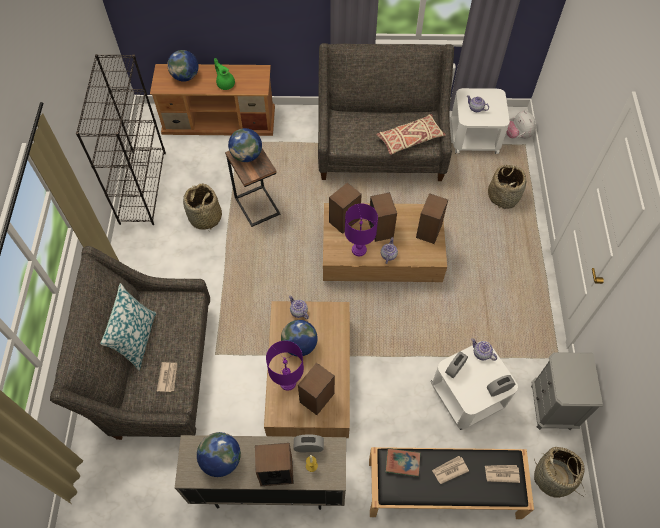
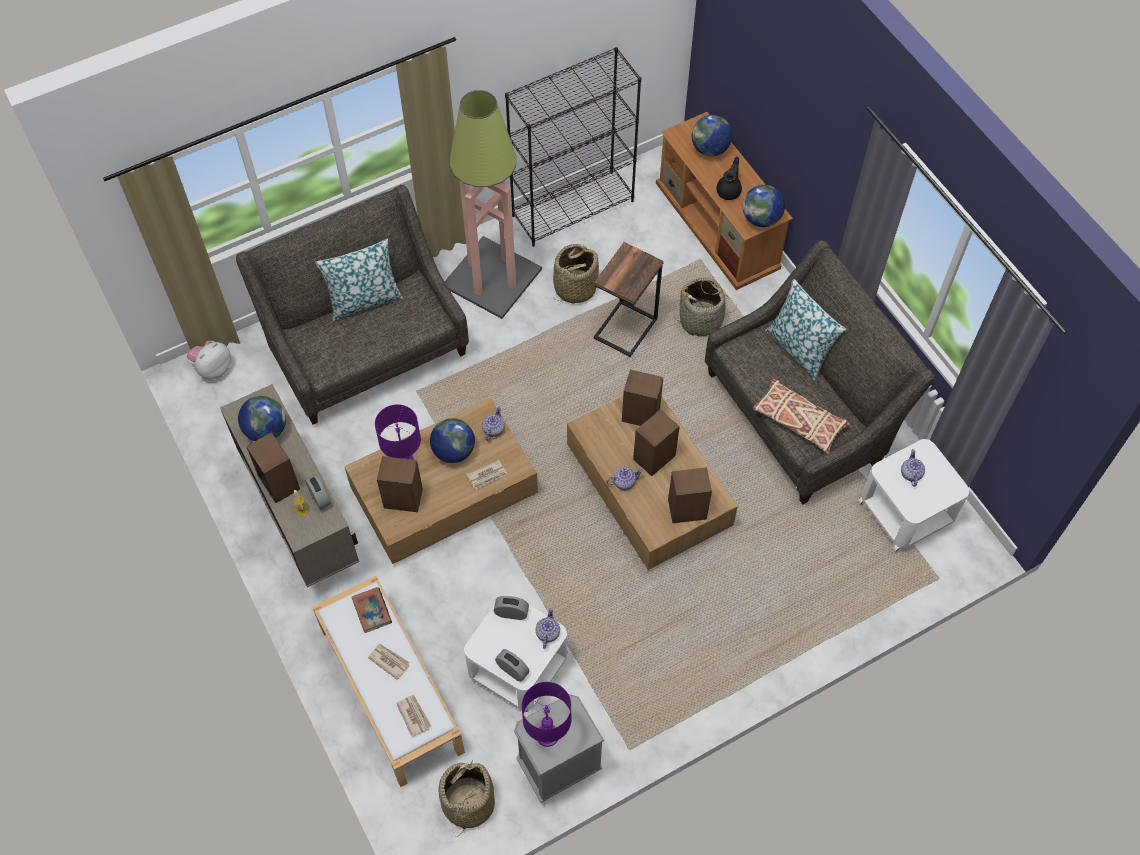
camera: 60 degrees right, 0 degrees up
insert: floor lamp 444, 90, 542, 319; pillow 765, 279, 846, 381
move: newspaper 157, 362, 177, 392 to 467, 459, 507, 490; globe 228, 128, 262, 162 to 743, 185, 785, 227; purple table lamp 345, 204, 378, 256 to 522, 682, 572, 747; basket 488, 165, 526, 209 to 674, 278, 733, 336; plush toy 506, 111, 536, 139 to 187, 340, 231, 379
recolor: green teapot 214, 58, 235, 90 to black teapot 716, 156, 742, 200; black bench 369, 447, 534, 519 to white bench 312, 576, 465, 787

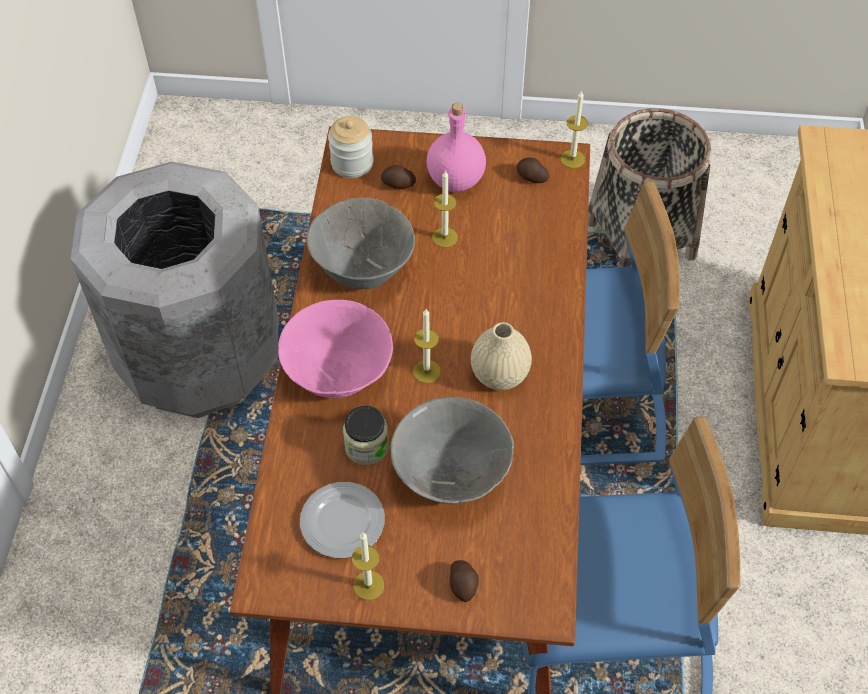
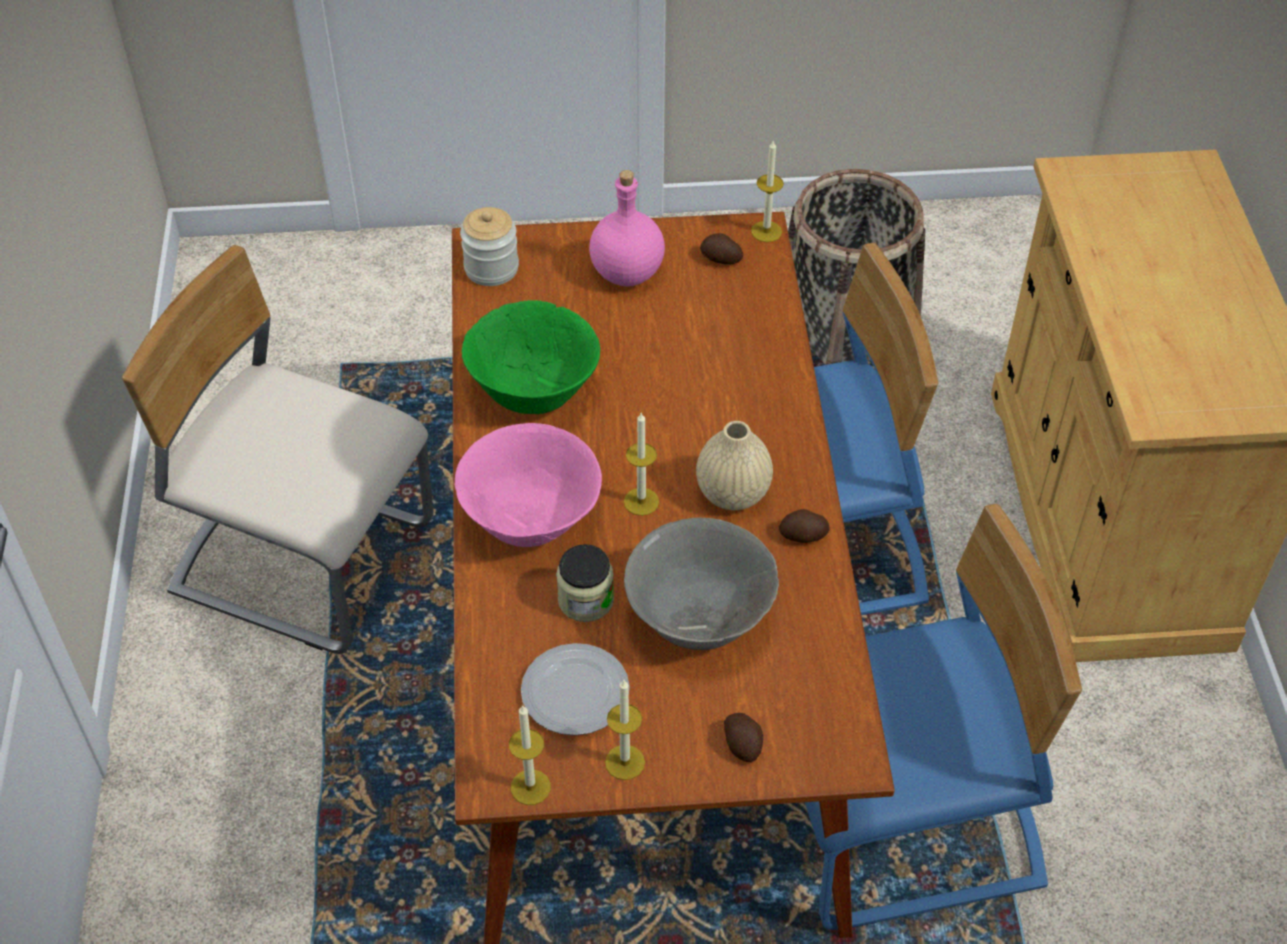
camera: 10 degrees left, 5 degrees down
move: potato 381, 165, 416, 189 to 779, 509, 830, 543; candle 432, 170, 458, 248 to 509, 705, 551, 805
replace: grey trash can 71, 162, 278, 418 to beige chair 122, 245, 434, 654
recolor: grey bowl 306, 198, 415, 289 to green bowl 462, 300, 600, 414

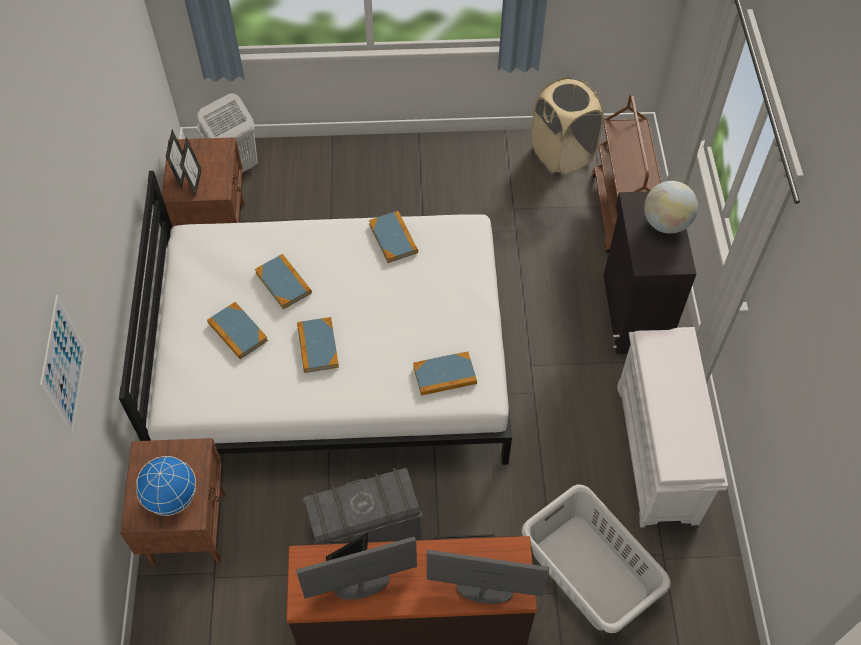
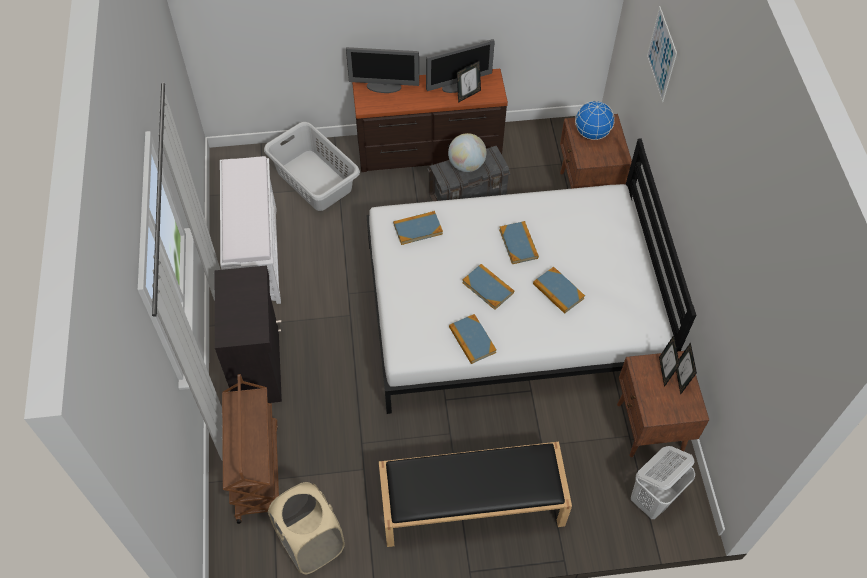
camera: 175 degrees right, 0 degrees up
insert: black bench 379, 442, 572, 547
move: book 207, 302, 268, 360 to 462, 264, 514, 310; globe 644, 181, 698, 234 to 448, 133, 487, 172

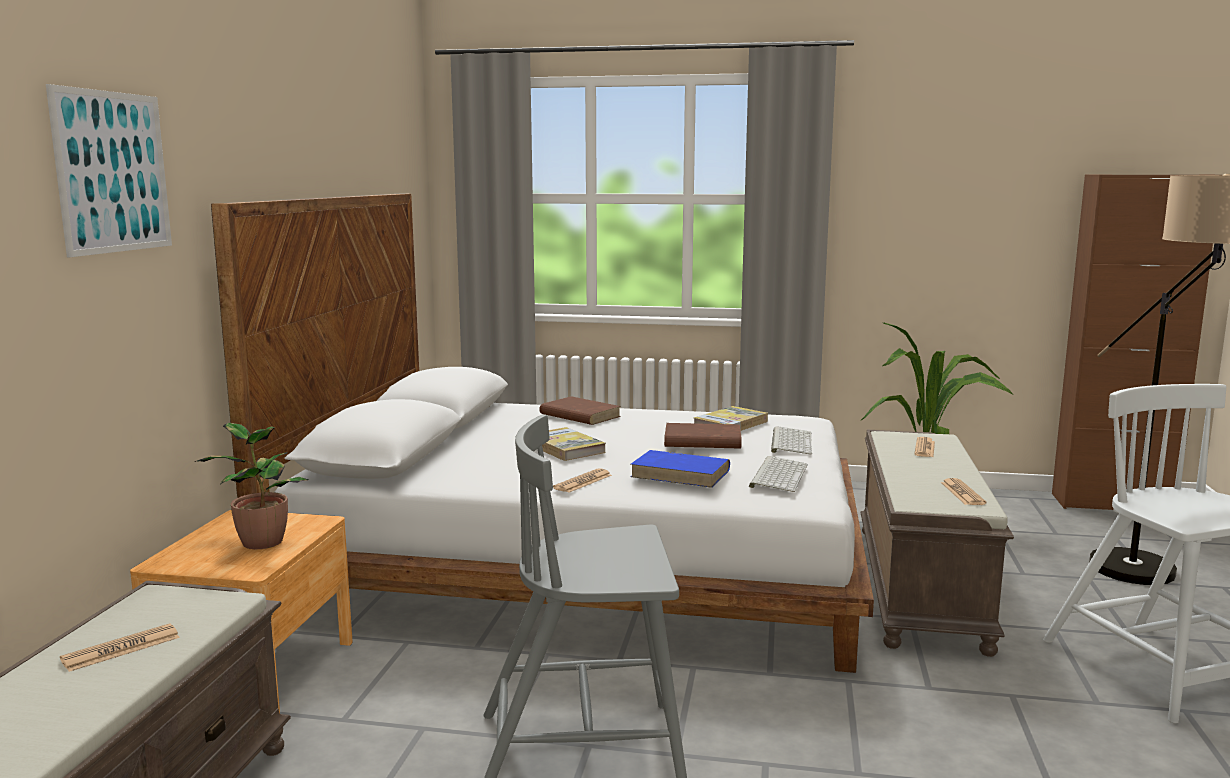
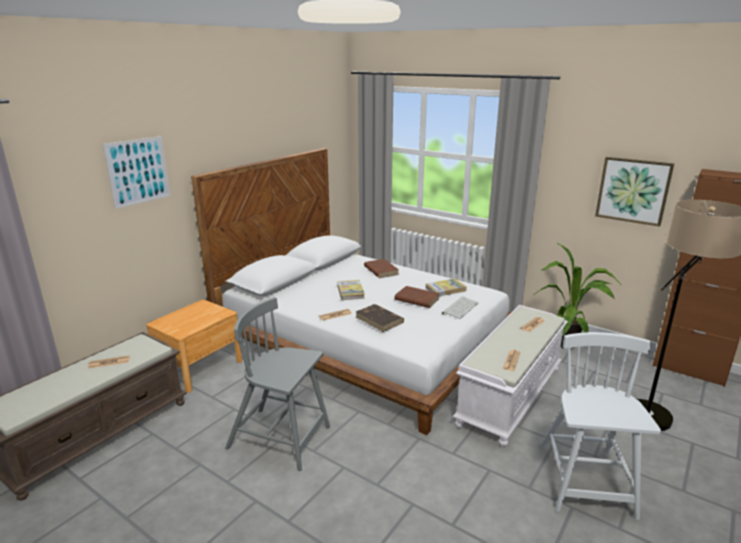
camera: 25 degrees right, 10 degrees up
delete: potted plant 195, 423, 309, 549; keyboard 749, 456, 808, 492
insert: picture 595, 157, 674, 227
recolor: blue book 630, 450, 730, 488 to brown book 356, 304, 404, 332; brown bench 860, 430, 1014, 657 to white bench 453, 305, 568, 446

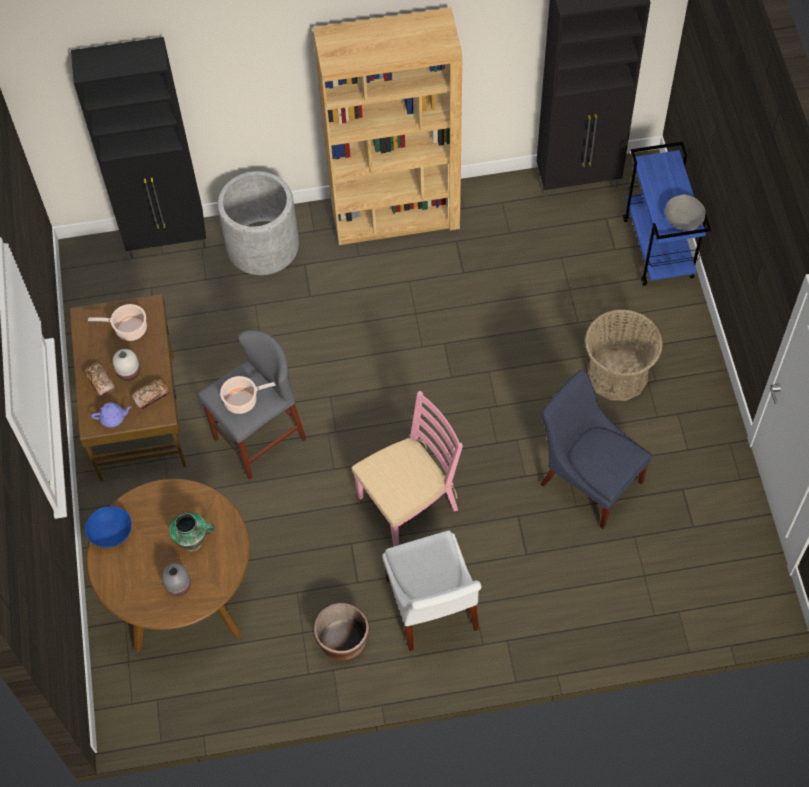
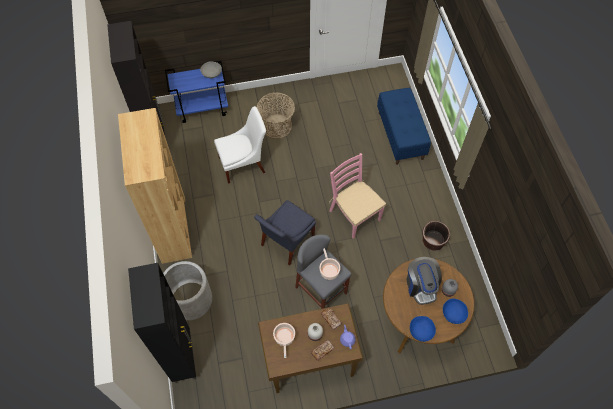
camera: 95 degrees left, 0 degrees up
insert: blue bench 377, 88, 431, 165; blue bowl 443, 299, 468, 324
move: white chair 382, 531, 482, 651 to 214, 106, 266, 184; blue chair 540, 370, 652, 529 to 254, 200, 316, 266
replace: vase 169, 512, 215, 551 to coffee machine 407, 257, 442, 305

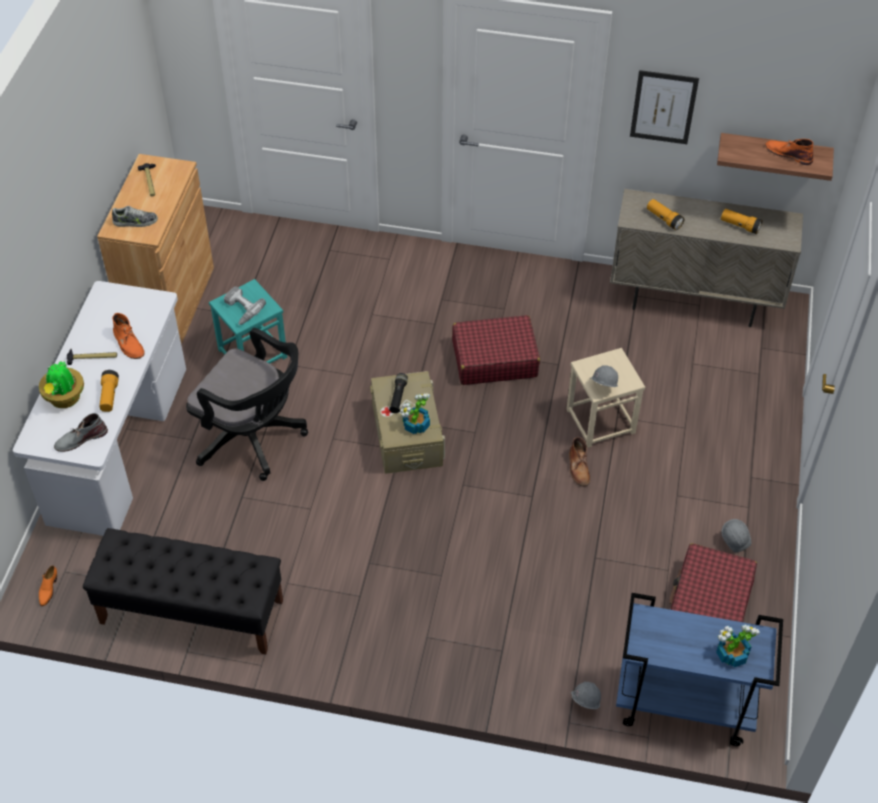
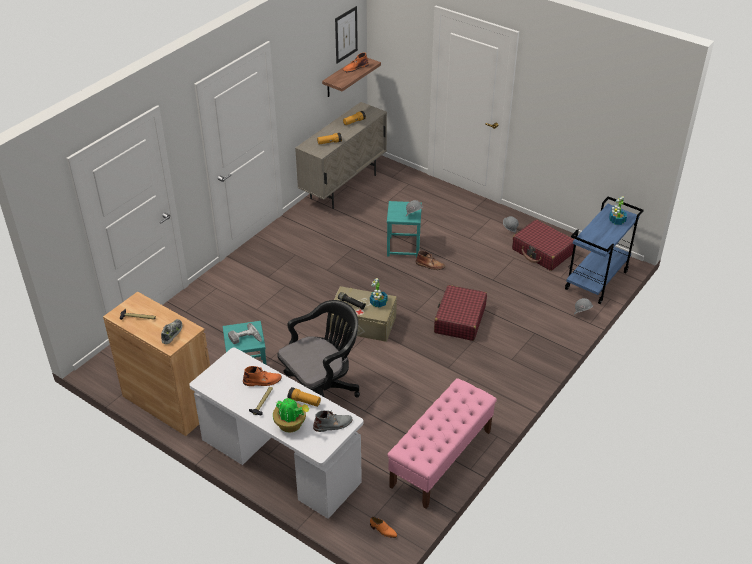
camera: 65 degrees left, 10 degrees down
move: red suitcase 452, 315, 540, 385 to 434, 285, 487, 341; picture 630, 70, 699, 144 to 335, 6, 358, 63
recolor: black bench 83, 528, 283, 655 to pink bench 387, 378, 497, 509; beige stool 566, 348, 645, 448 to turquoise stool 387, 201, 422, 258
rotate: grey boot 54, 413, 108, 452 = 313, 410, 353, 432 105 degrees counterclockwise

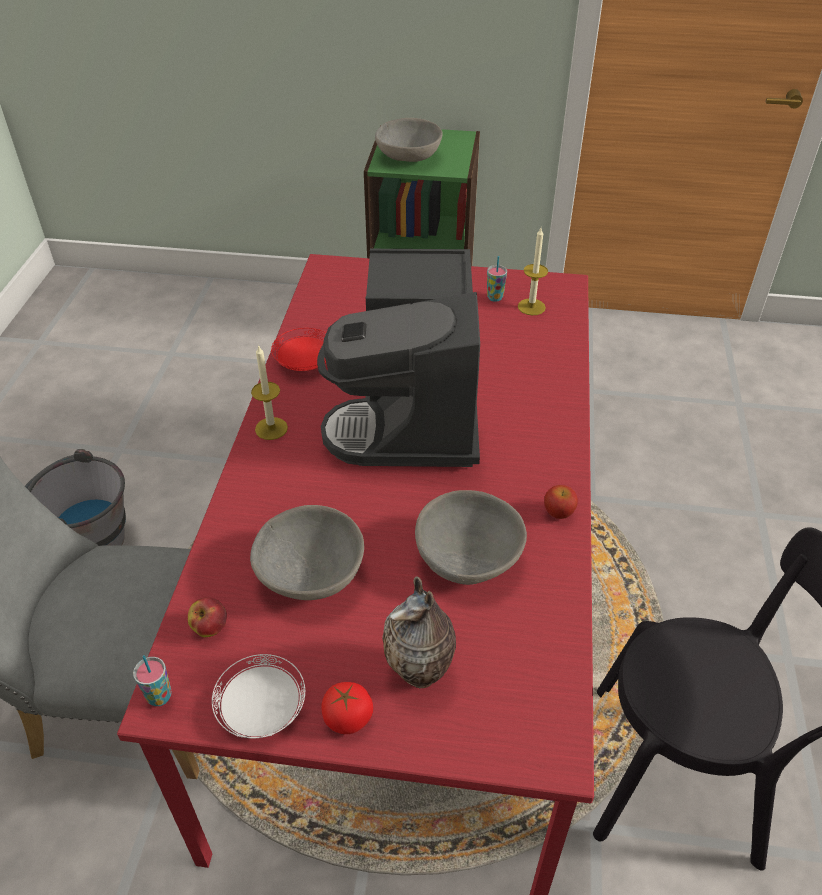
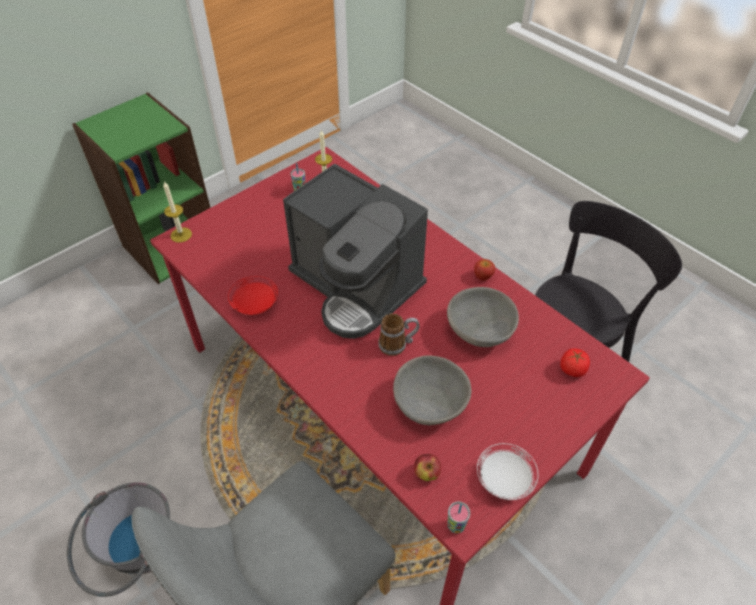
camera: 50 degrees left, 5 degrees up
delete: grey bowl 375, 118, 442, 162; vase 382, 577, 456, 689
insert: mug 378, 313, 419, 356
move: candle 251, 345, 288, 440 to 163, 181, 192, 242; tomato 321, 682, 373, 734 to 560, 348, 590, 377

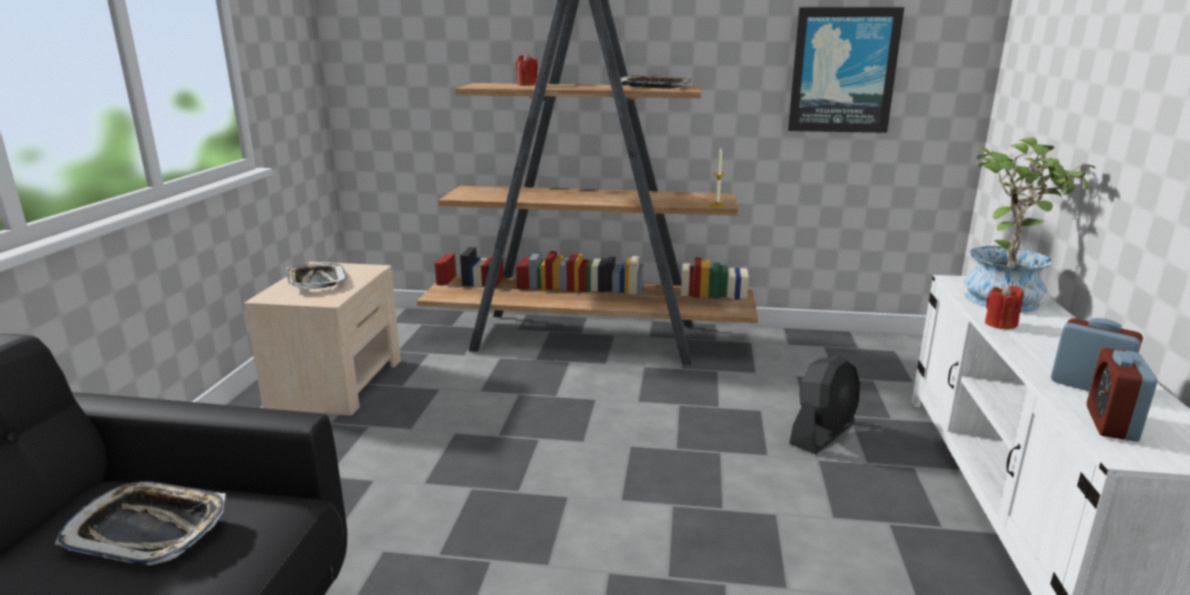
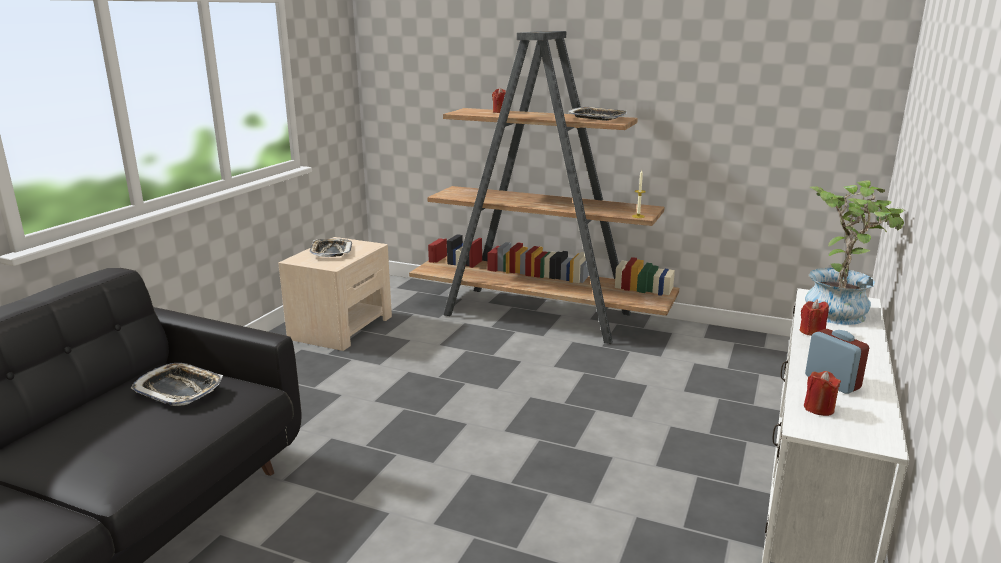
camera: 15 degrees right, 0 degrees up
delete: picture 788, 7, 904, 133; black fan 789, 356, 860, 454
replace: alarm clock 1087, 348, 1157, 442 to red candle 804, 371, 841, 416

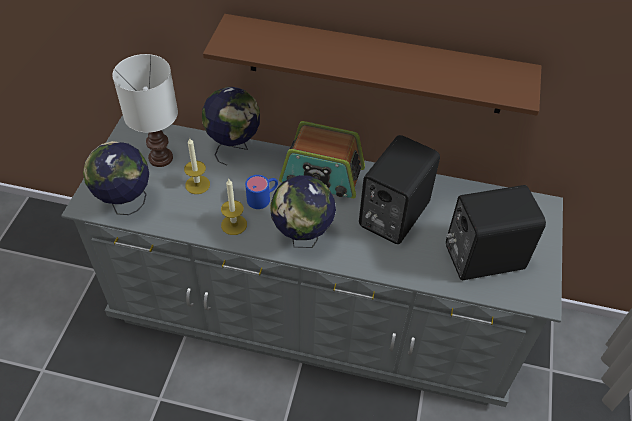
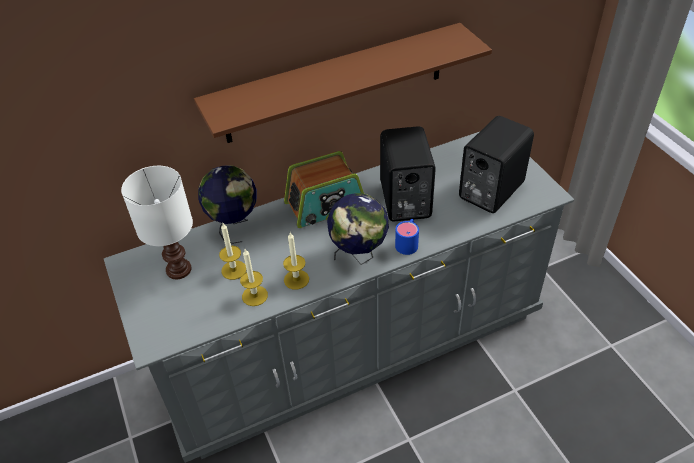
camera: 35 degrees left, 5 degrees down
delete: globe 83, 141, 149, 215
insert: candle 240, 249, 268, 306
move: blue mug 245, 175, 278, 209 to 395, 219, 419, 255

